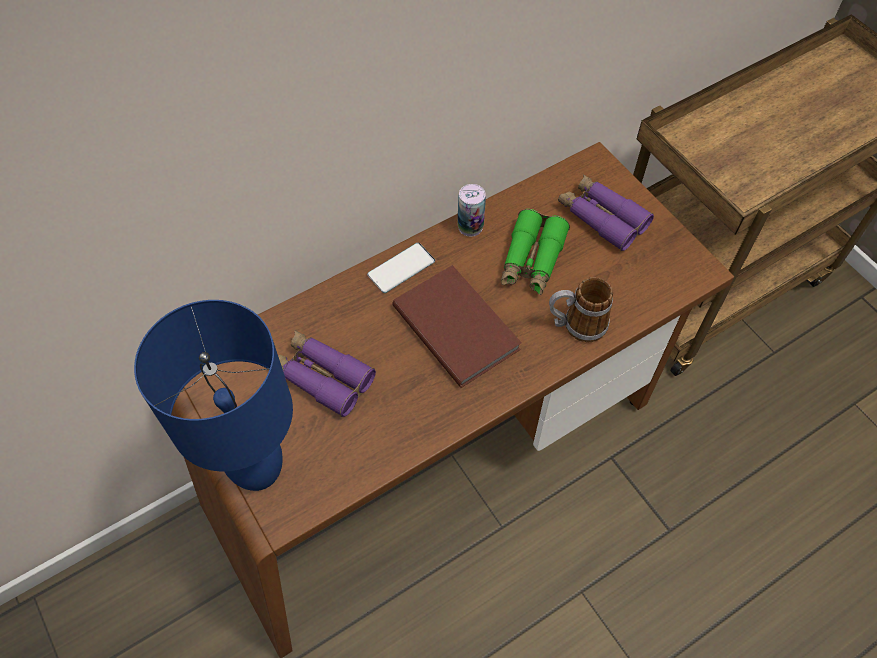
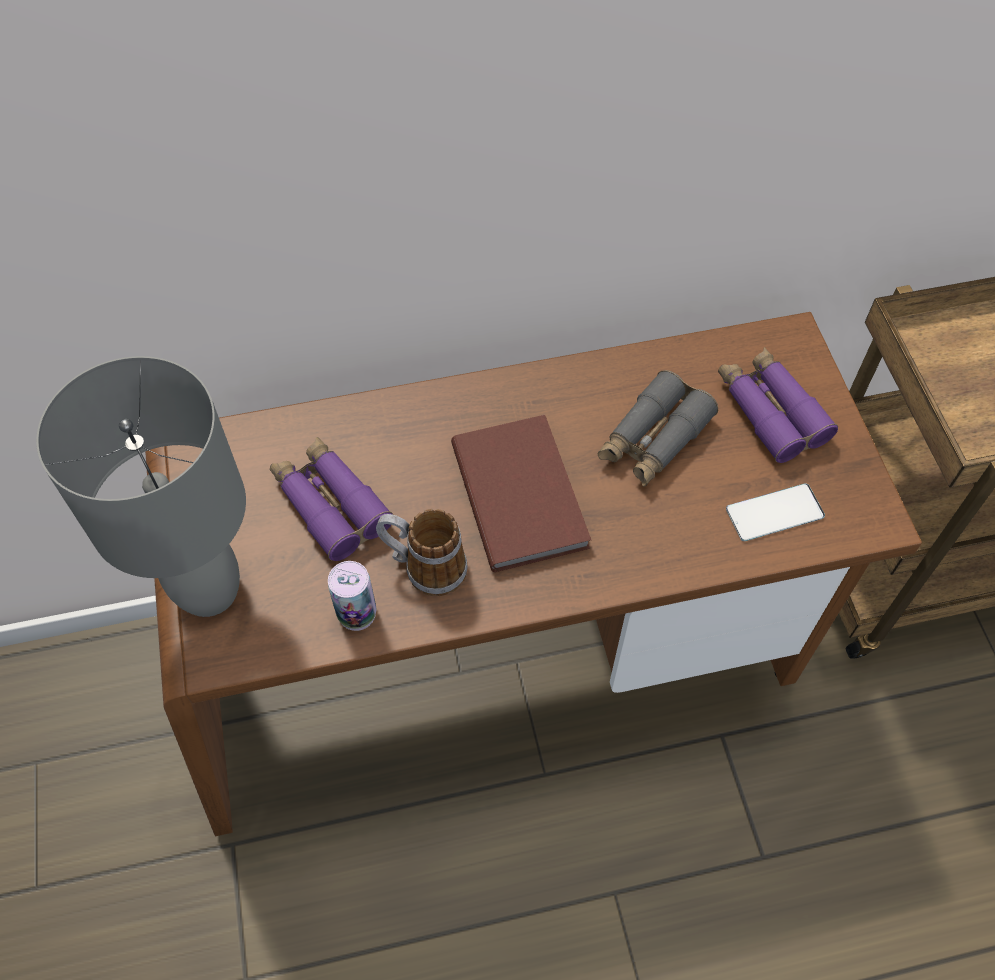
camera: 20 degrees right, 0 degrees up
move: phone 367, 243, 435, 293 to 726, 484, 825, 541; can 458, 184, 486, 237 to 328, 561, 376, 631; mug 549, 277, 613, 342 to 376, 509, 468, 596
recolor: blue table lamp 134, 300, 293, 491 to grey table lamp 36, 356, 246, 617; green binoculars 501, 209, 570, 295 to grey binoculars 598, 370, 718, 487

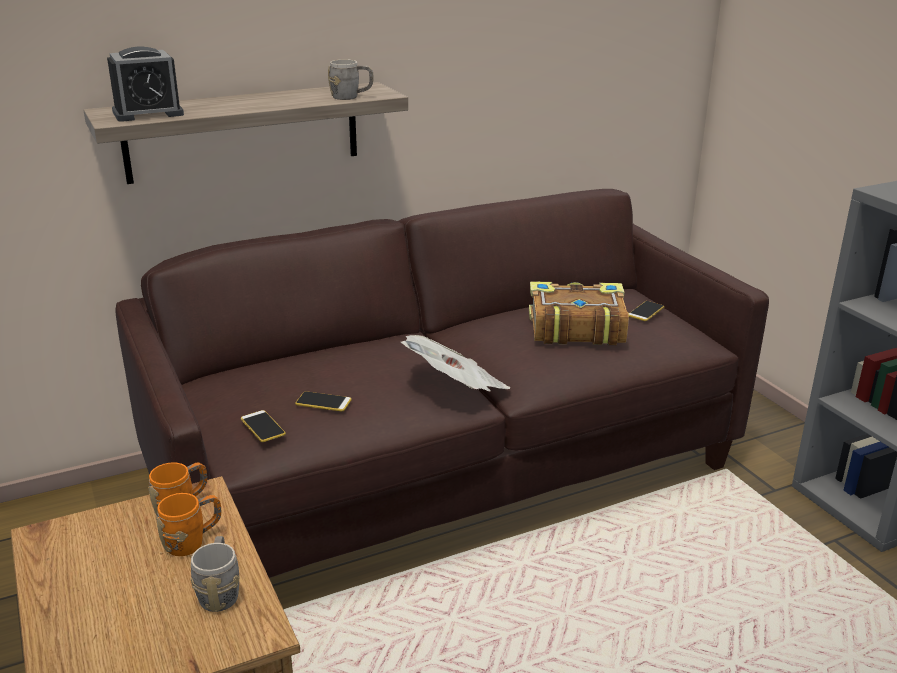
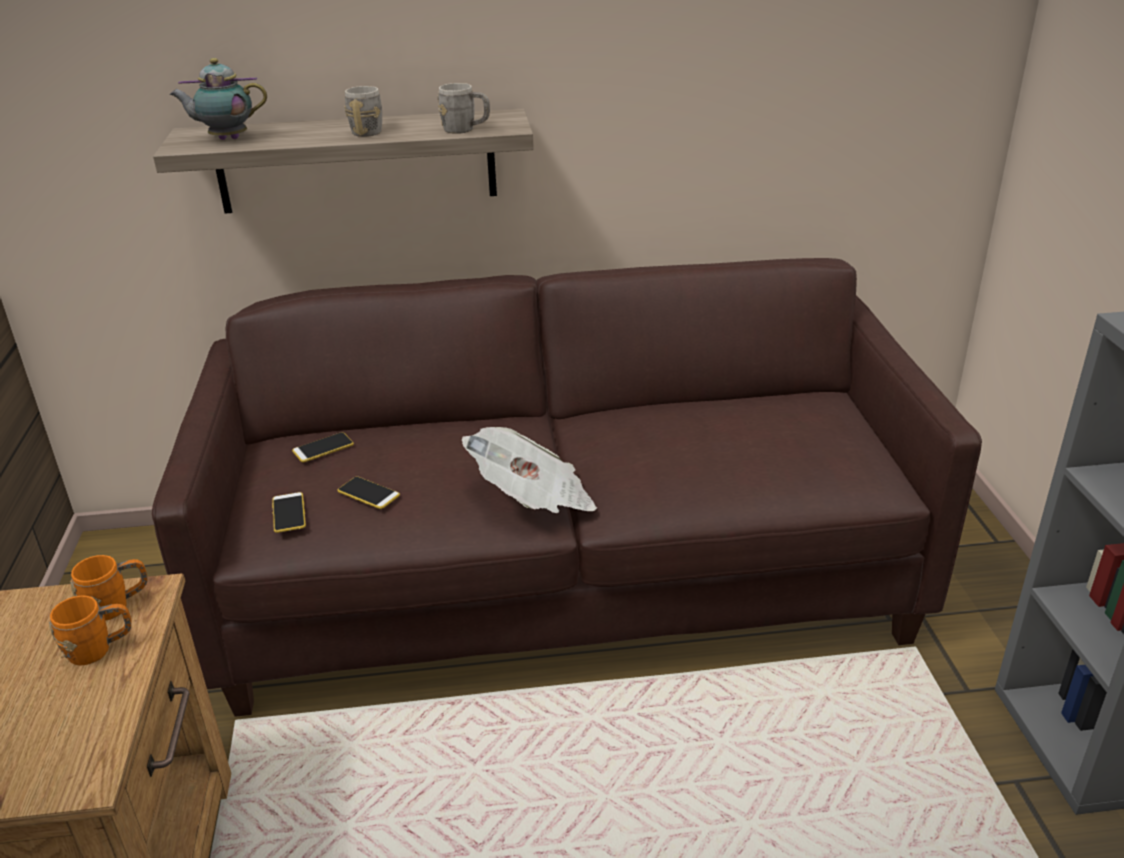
camera: 20 degrees right, 5 degrees up
delete: book 529, 281, 629, 345
move: grey mug 190, 536, 240, 612 to 344, 86, 382, 137; phone 629, 301, 664, 321 to 292, 432, 354, 462
replace: alarm clock 107, 47, 184, 122 to teapot 169, 58, 267, 140

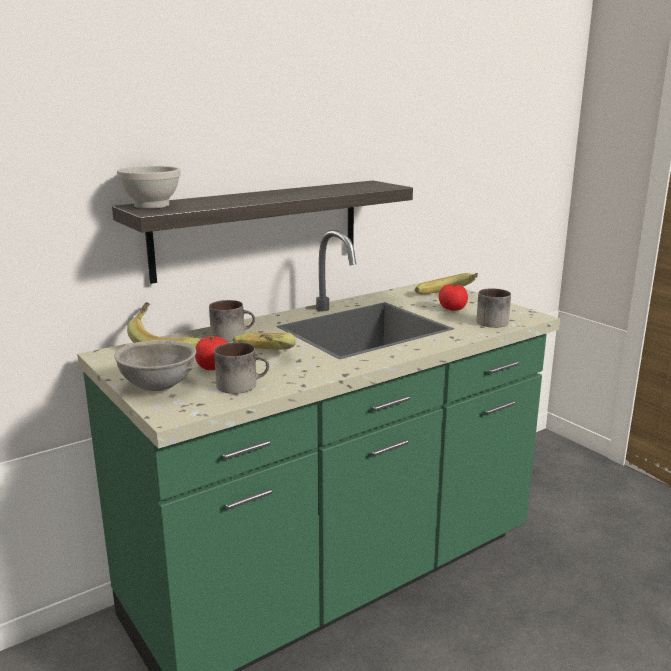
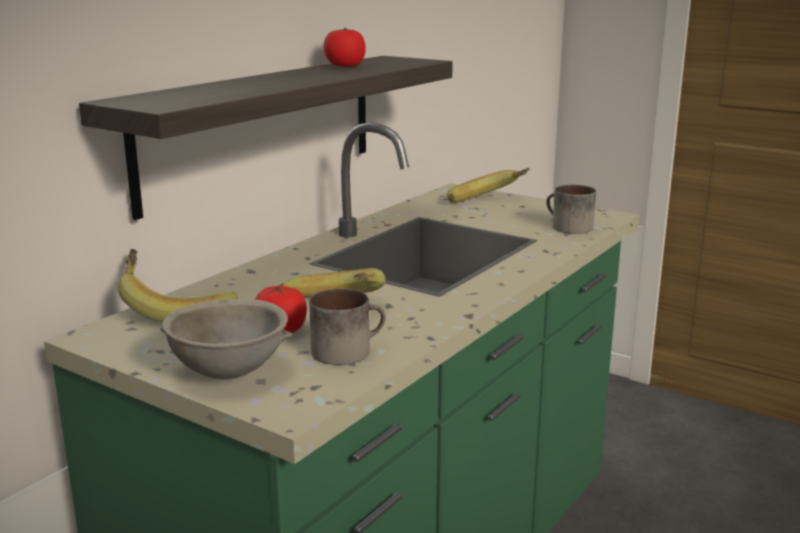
camera: 20 degrees left, 0 degrees up
delete: white bowl 117, 166, 181, 209; mug 209, 300, 255, 342
move: tomato 439, 284, 468, 311 to 323, 28, 366, 67

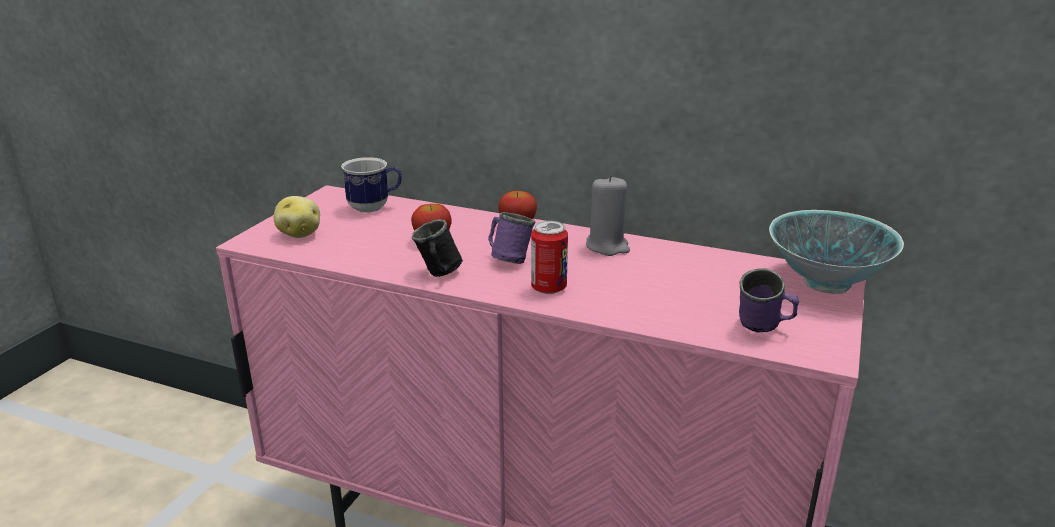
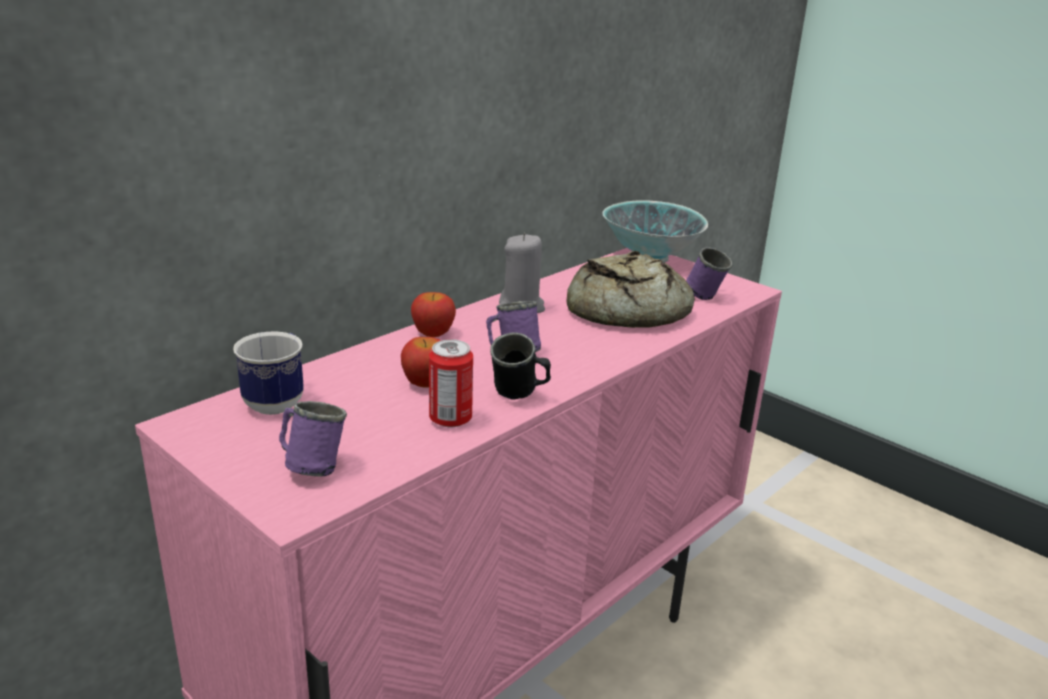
camera: 70 degrees left, 0 degrees up
insert: bread 566, 251, 695, 328
move: can 531, 221, 568, 294 to 429, 339, 473, 427
replace: potato 274, 196, 320, 238 to purple mug 279, 401, 347, 477

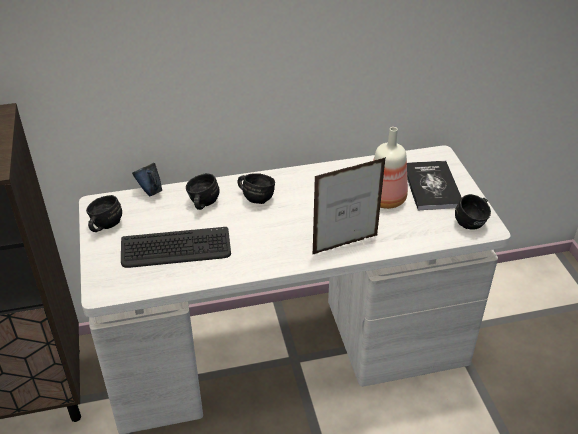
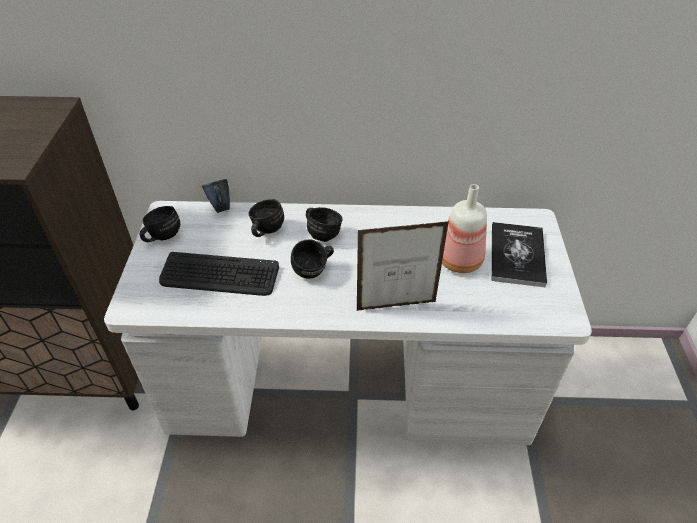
camera: 15 degrees right, 5 degrees up
move: black mug 455, 194, 491, 230 to 291, 240, 334, 279

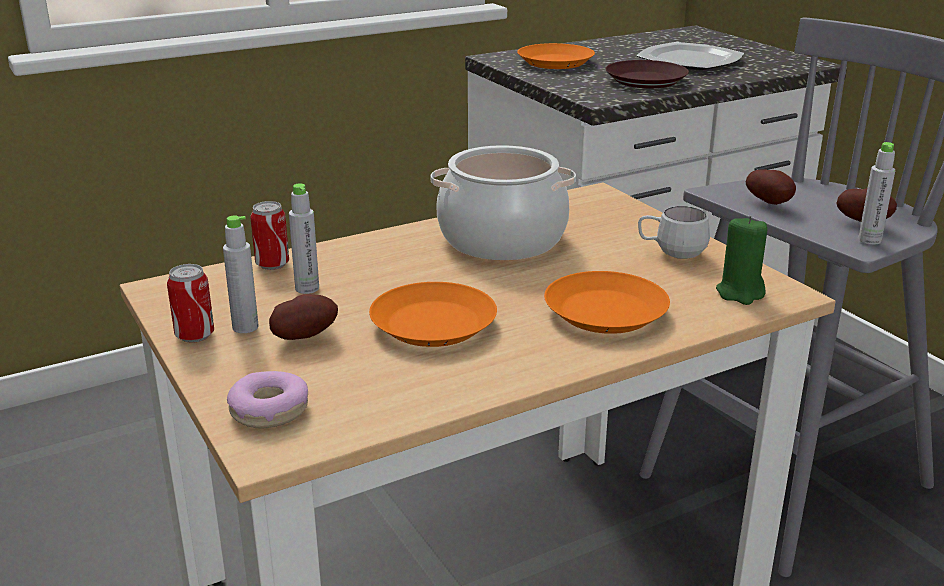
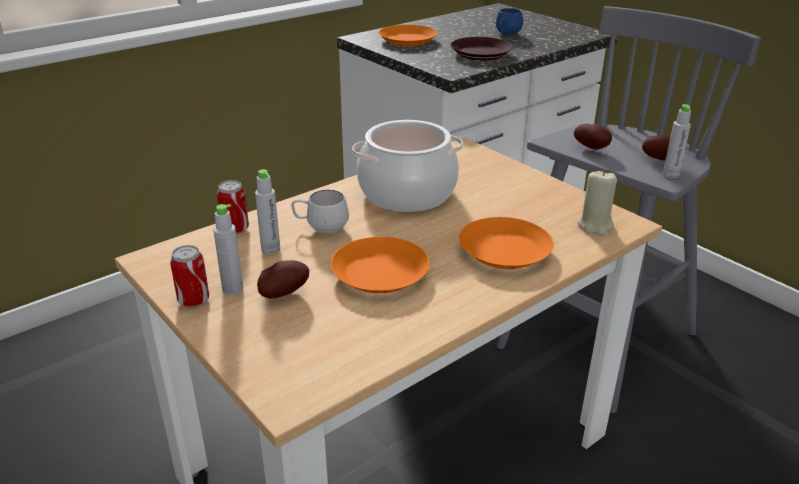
camera: 10 degrees left, 5 degrees up
delete: donut 227, 371, 308, 428
move: white mug 638, 206, 710, 259 to 291, 190, 349, 233
replace: plate 637, 42, 744, 70 to blue mug 496, 8, 523, 35
recolor: green candle 716, 216, 767, 305 to beige candle 577, 170, 617, 235

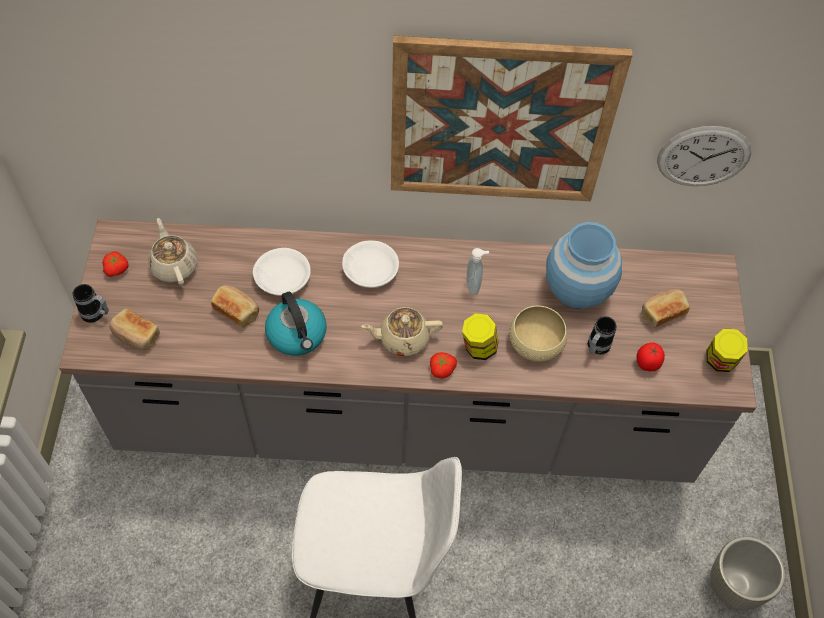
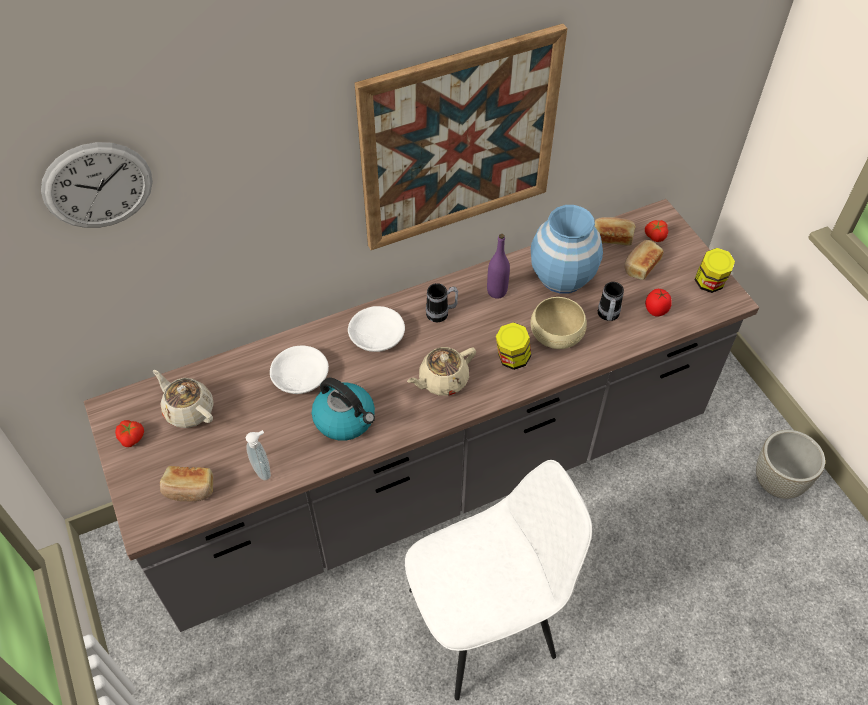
camera: 25 degrees left, 5 degrees down
insert: purple bottle 487, 234, 510, 298
move: mug 72, 284, 109, 323 to 426, 283, 458, 322; bread 211, 285, 259, 328 to 595, 217, 636, 245; tomato 430, 353, 457, 379 to 645, 220, 668, 242; soap dispenser 467, 248, 489, 295 to 246, 430, 271, 480; wall clock 657, 126, 752, 186 to 41, 142, 153, 228

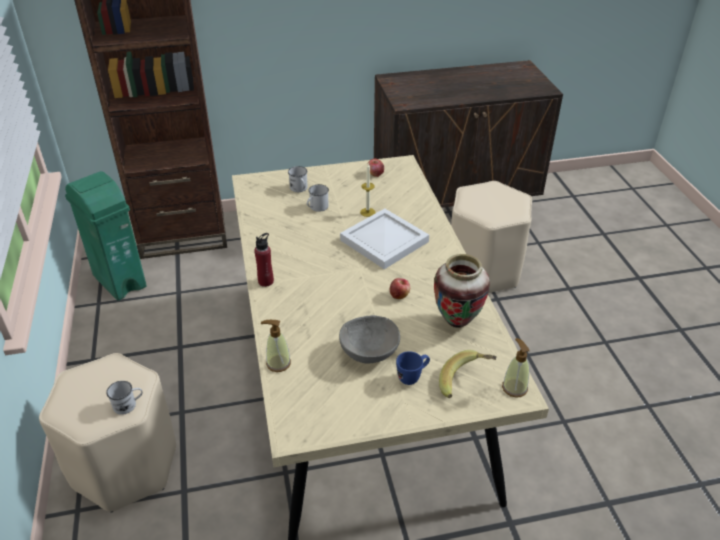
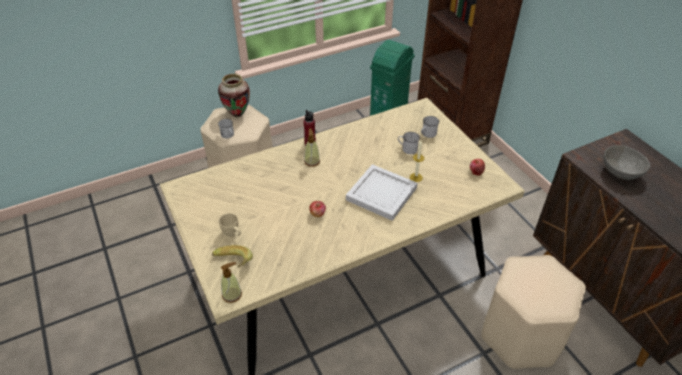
camera: 75 degrees right, 5 degrees up
move: soap dispenser 261, 320, 291, 372 to 304, 128, 320, 167; grey bowl 339, 315, 400, 363 to 604, 145, 650, 180; vase 434, 254, 490, 328 to 218, 74, 250, 117
recolor: blue mug 396, 351, 430, 385 to beige mug 218, 213, 241, 237

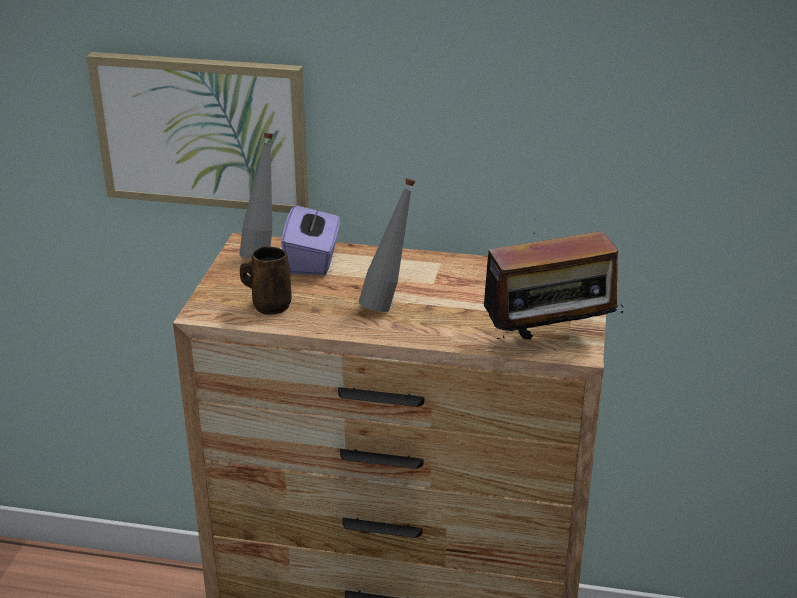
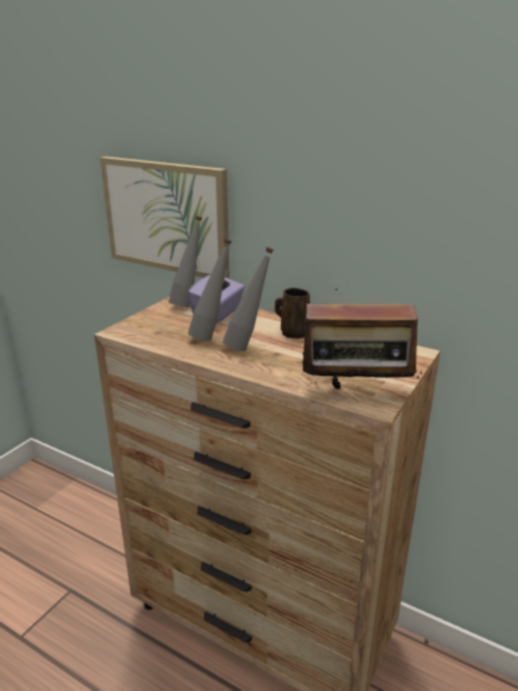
camera: 20 degrees right, 5 degrees down
insert: grey bottle 188, 239, 232, 341
move: brown mug 240, 247, 292, 315 to 275, 288, 310, 339

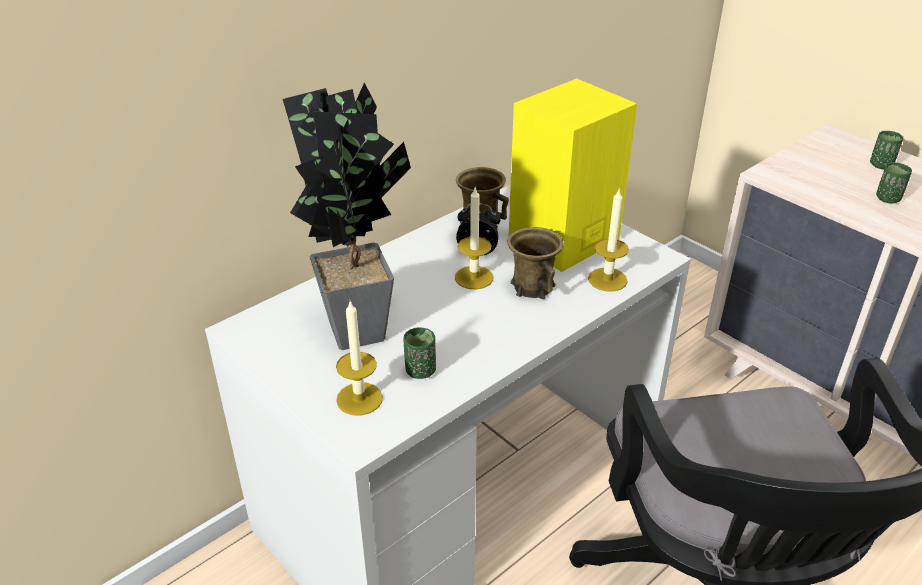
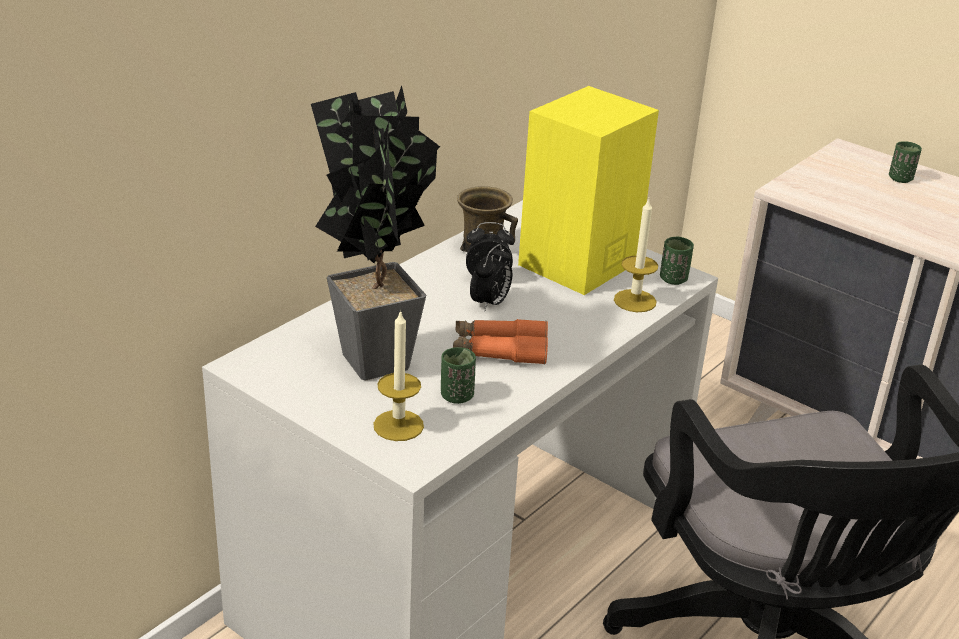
camera: 10 degrees left, 5 degrees down
delete: brown mug 508, 227, 563, 299
insert: orange binoculars 453, 319, 548, 364
move: green cup 876, 162, 912, 204 to 660, 236, 694, 285
replace: candle 455, 188, 494, 289 to alarm clock 470, 244, 512, 312

